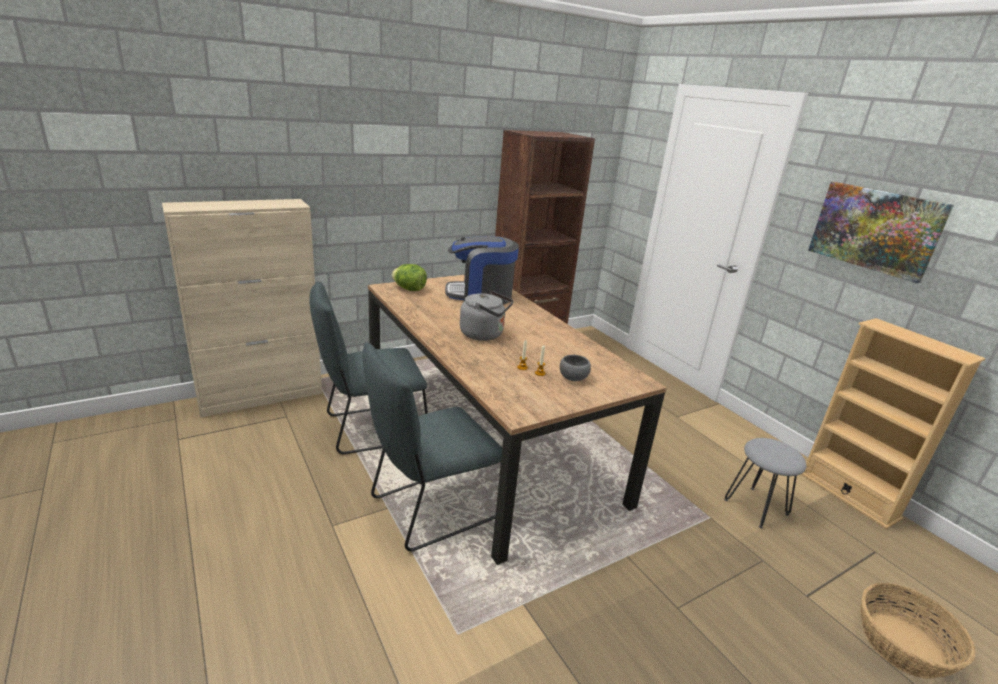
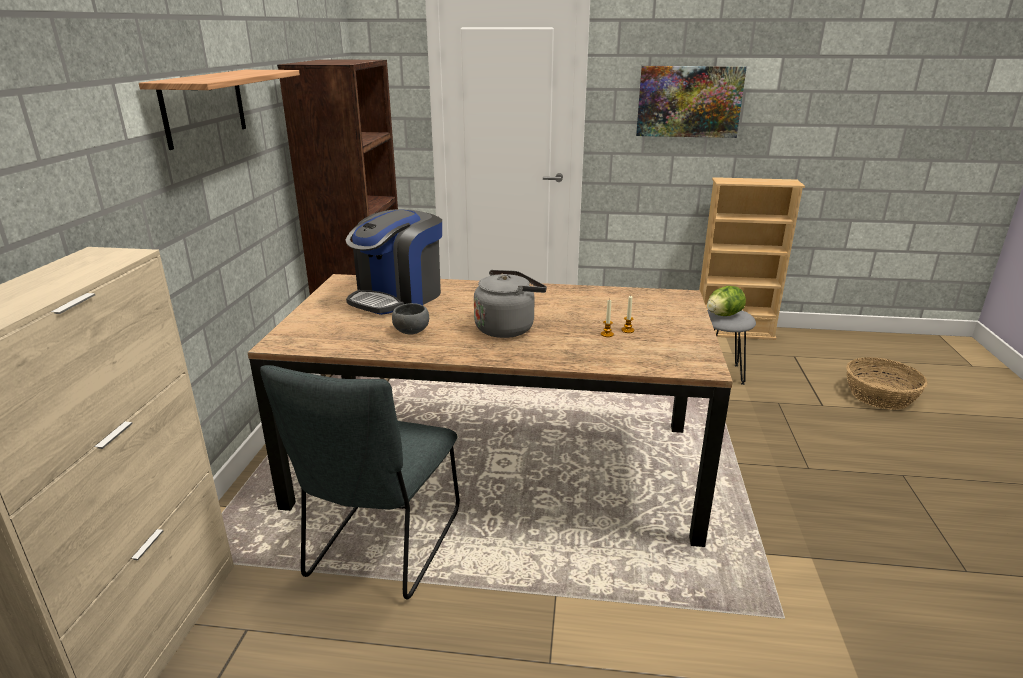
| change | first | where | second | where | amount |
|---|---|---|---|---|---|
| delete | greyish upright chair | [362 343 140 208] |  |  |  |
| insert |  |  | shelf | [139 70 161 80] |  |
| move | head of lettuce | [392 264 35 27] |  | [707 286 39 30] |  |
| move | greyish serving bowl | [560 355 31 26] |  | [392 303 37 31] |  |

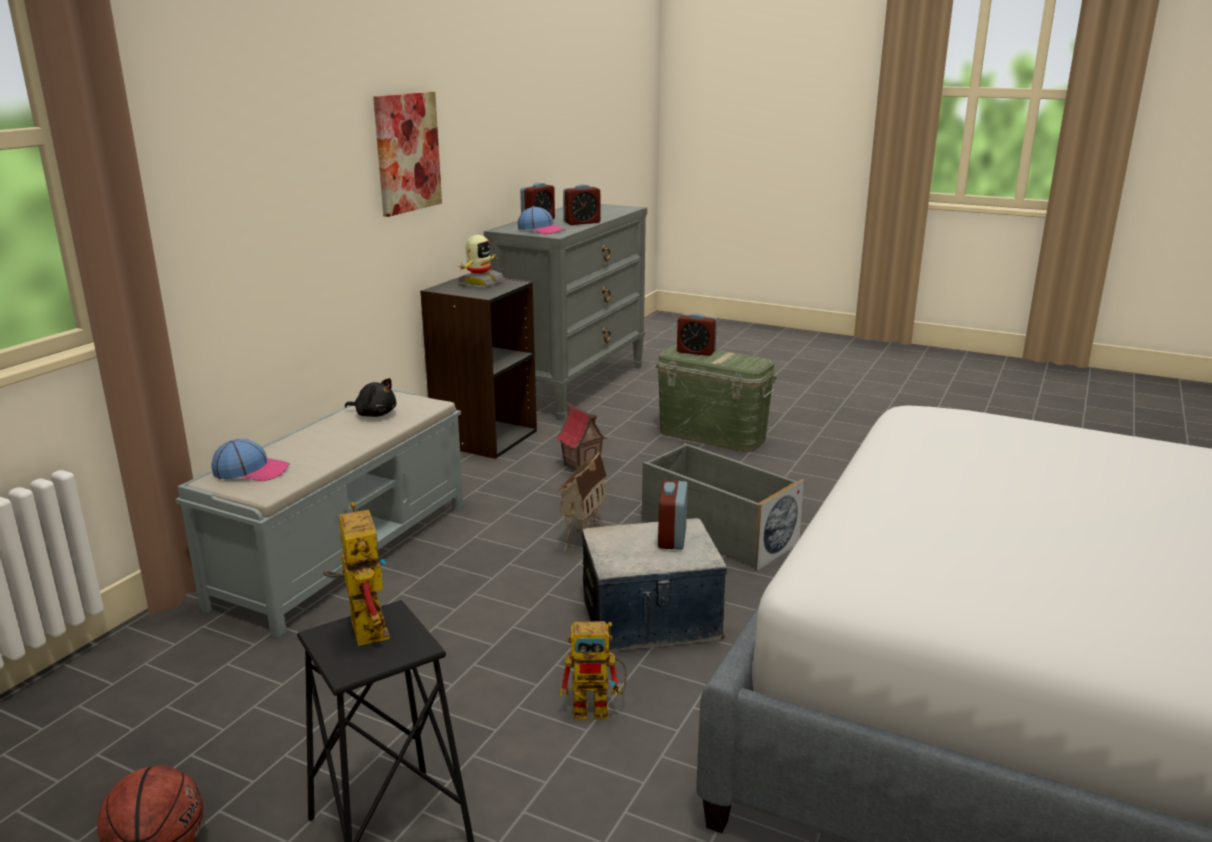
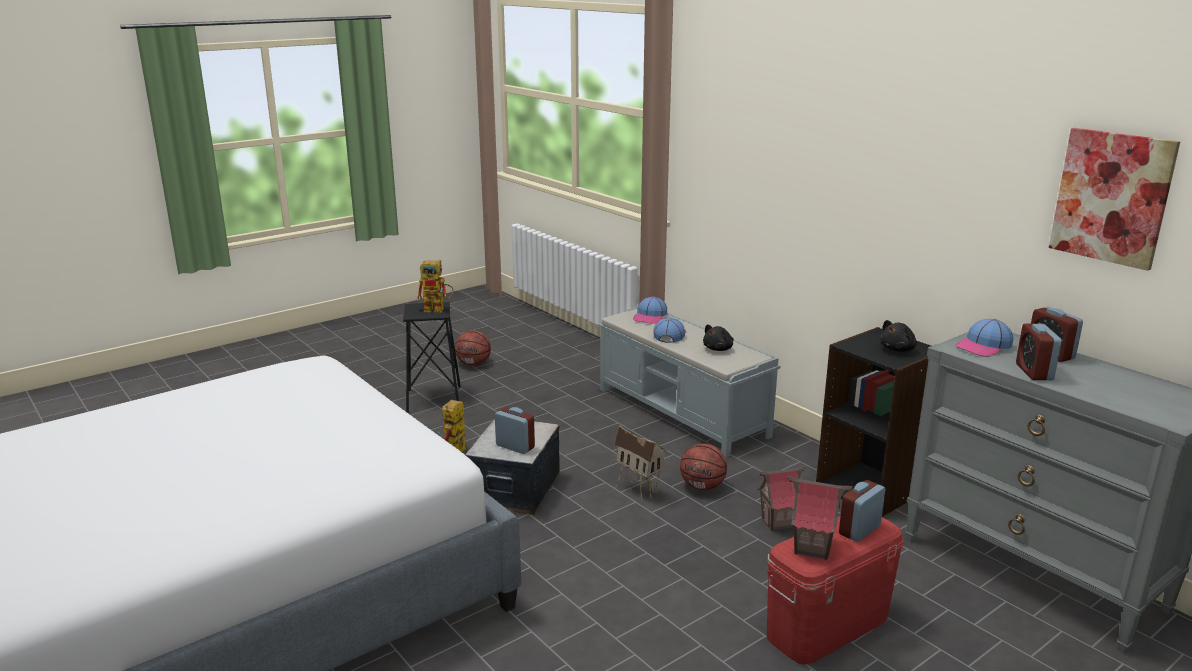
| change | first | where | second | where | amount |
|---|---|---|---|---|---|
| delete | greyish storage box | [642 443 163 128] |  |  |  |
| insert |  |  | cap | [654 317 32 26] |  |
| insert |  |  | basketball | [680 444 47 47] |  |
| insert |  |  | model house | [787 476 65 84] |  |
| move | wall picture | [373 92 69 125] |  | [1049 128 131 143] |  |
| replace | toy robot | [458 235 47 53] | black cuddly toy | [880 320 37 32] |  |
| recolor | greenish storage box | [656 345 121 107] | red storage box | [767 516 137 149] |  |

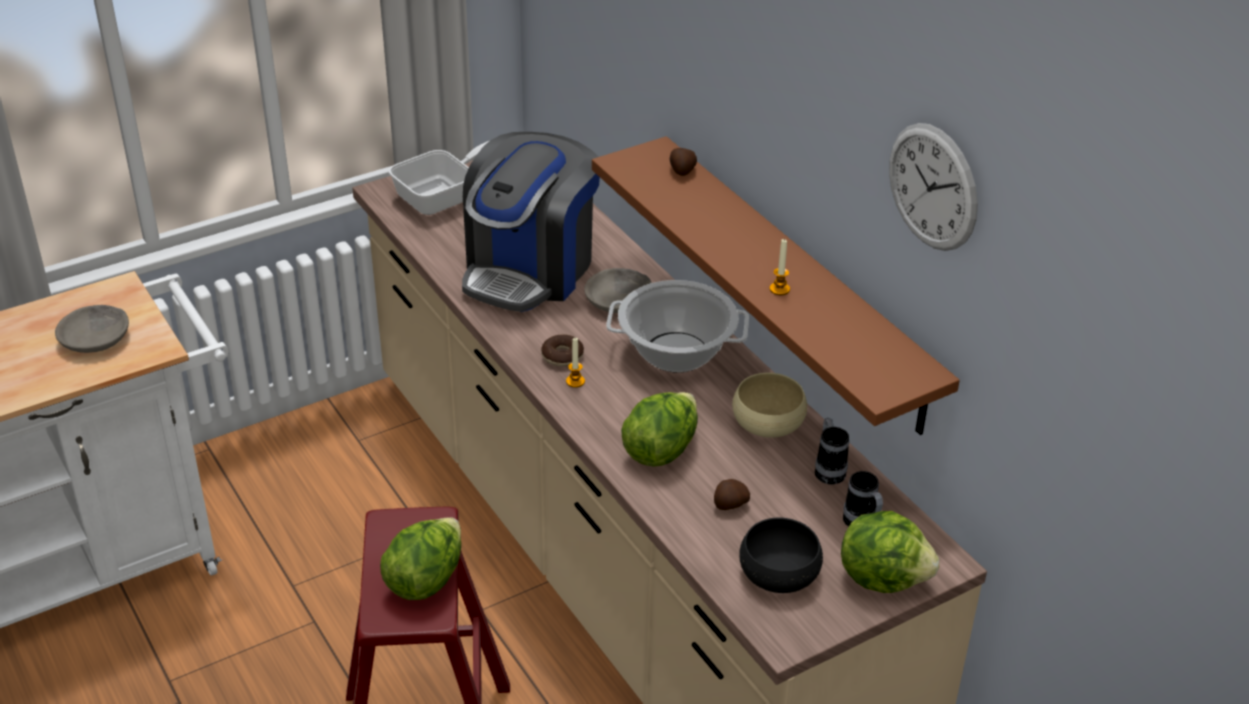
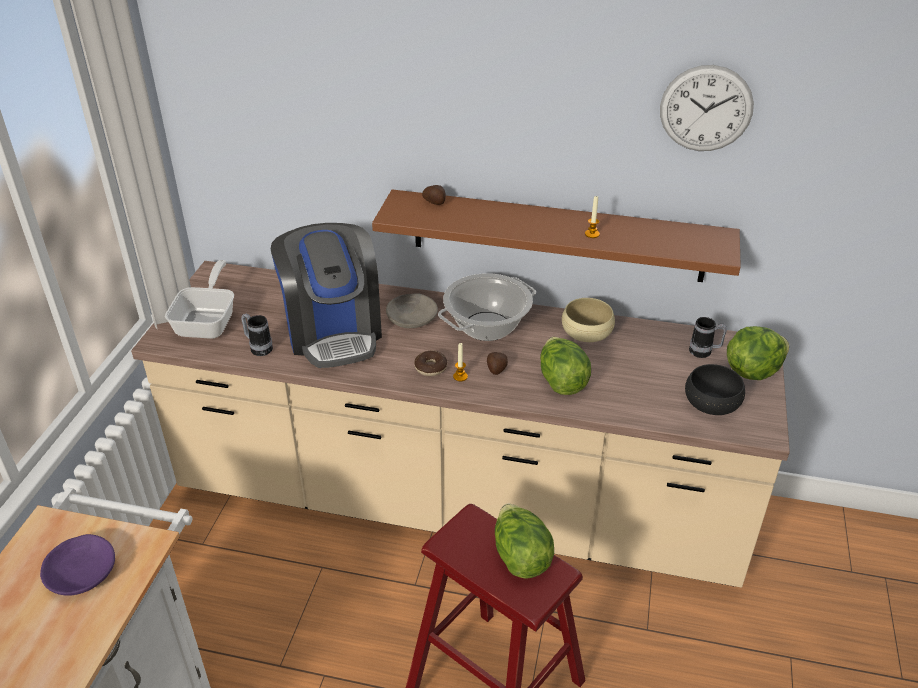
| change | first | where | second | where | amount |
|---|---|---|---|---|---|
| move | spud | [714 479 36 31] |  | [487 352 21 23] |  |
| move | coffee mug | [815 418 34 66] |  | [241 314 32 42] |  |
| recolor | greyish serving bowl | [55 305 74 48] | purplish serving bowl | [40 534 75 62] |  |

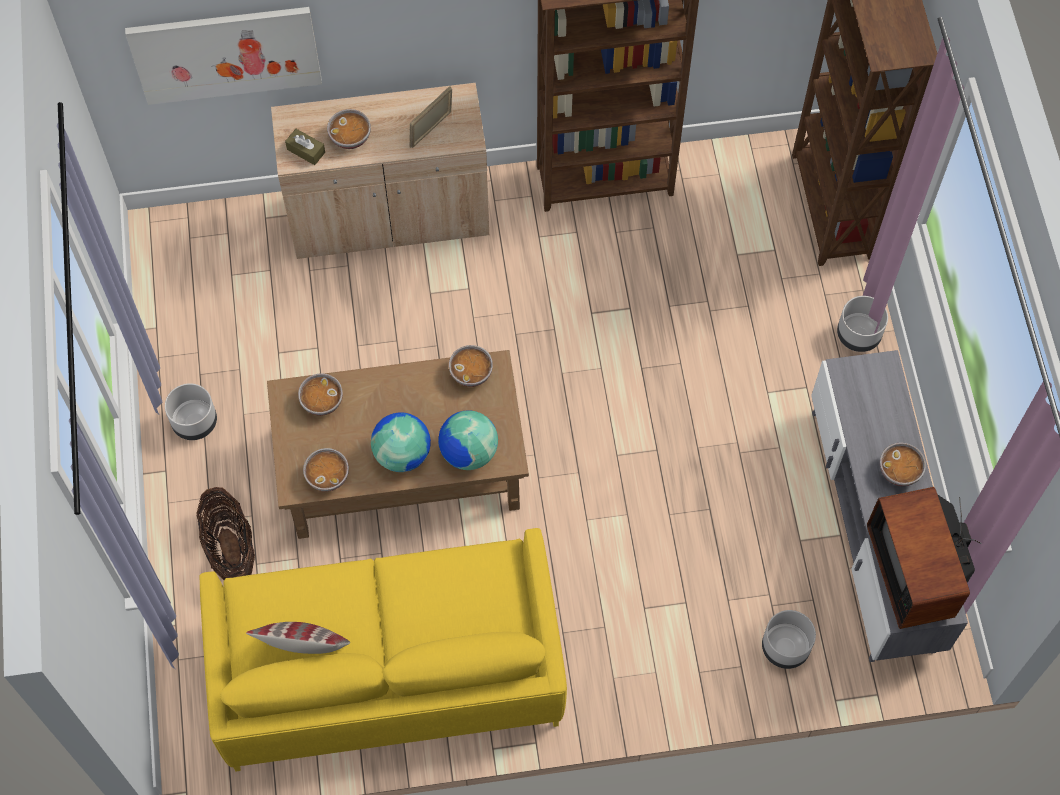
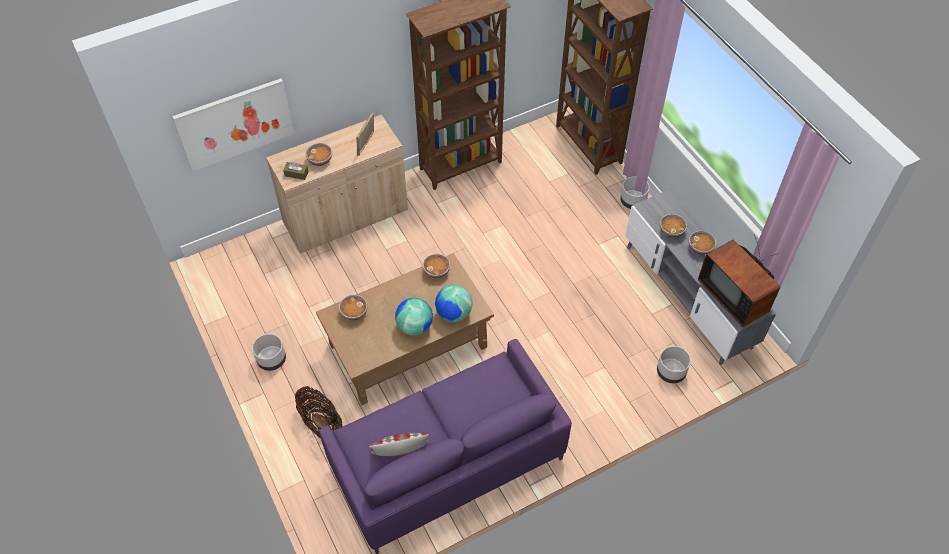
| change | first | where | second | where | amount |
|---|---|---|---|---|---|
| move | serving bowl | [303 448 46 44] |  | [660 214 27 24] |  |
| recolor | yellowish settee | [199 528 368 243] | purplish settee | [319 339 253 215] |  |

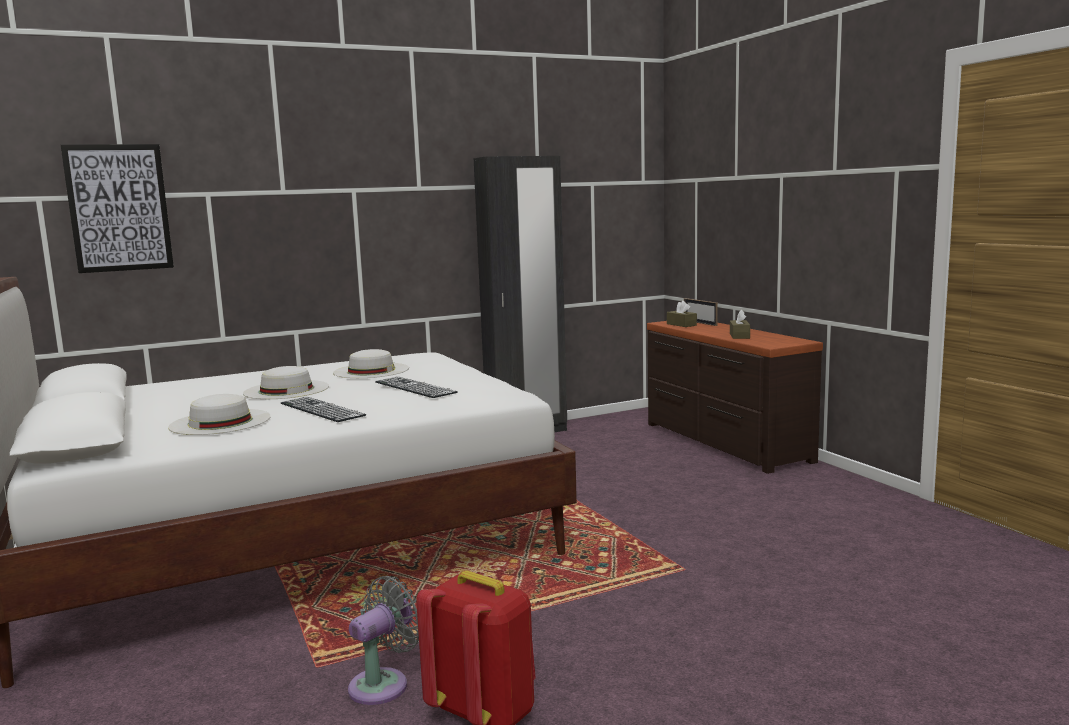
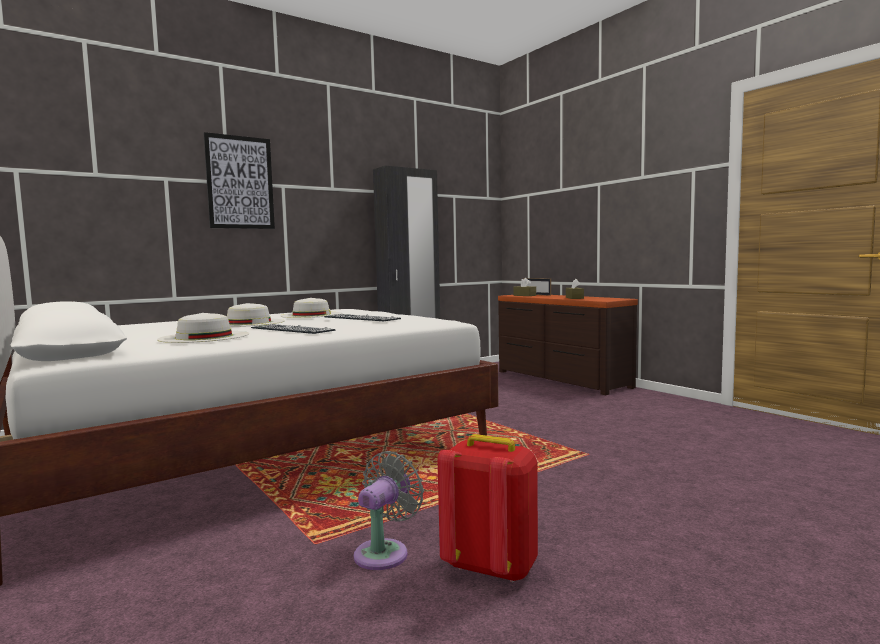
| change | first | where | second | where | amount |
|---|---|---|---|---|---|
| move | wall picture | [61 144 113 129] |  | [203 132 72 97] |  |

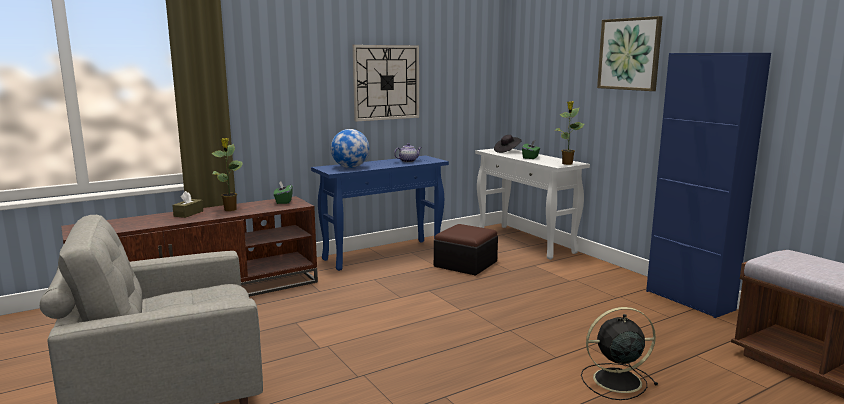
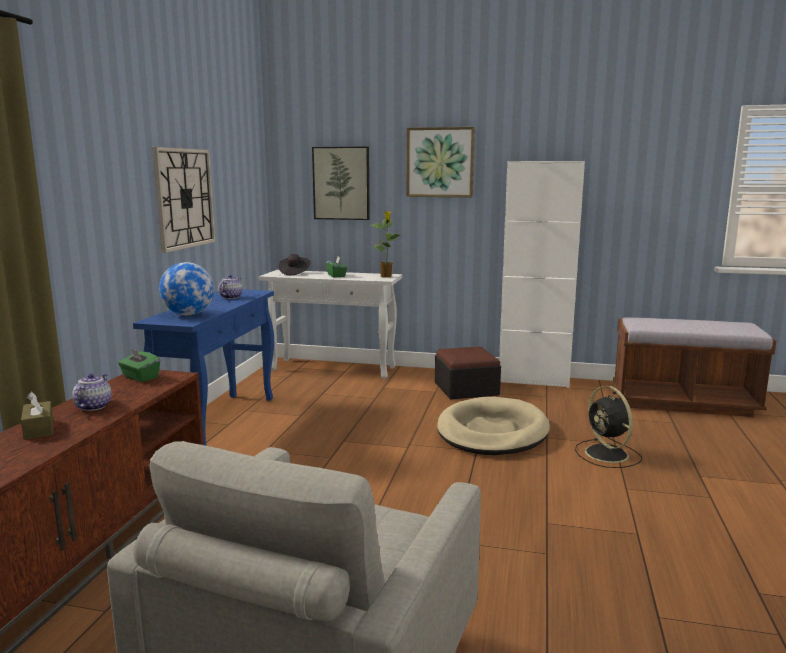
| change | first | where | second | where | amount |
|---|---|---|---|---|---|
| insert |  |  | wall picture | [312 147 58 73] |  |
| insert |  |  | beige dog cushion | [437 397 113 58] |  |
| move | footrest | [434 224 64 52] |  | [435 347 66 52] |  |
| replace | plant in a pot | [212 138 31 73] | pot for tea | [72 373 40 38] |  |
| recolor | bluish cupboard | [646 53 125 265] | white-coloured cupboard | [499 161 86 227] |  |
| rotate | black cooling fan | [581 307 77 93] |  | [575 386 67 82] | 60 degrees counterclockwise |

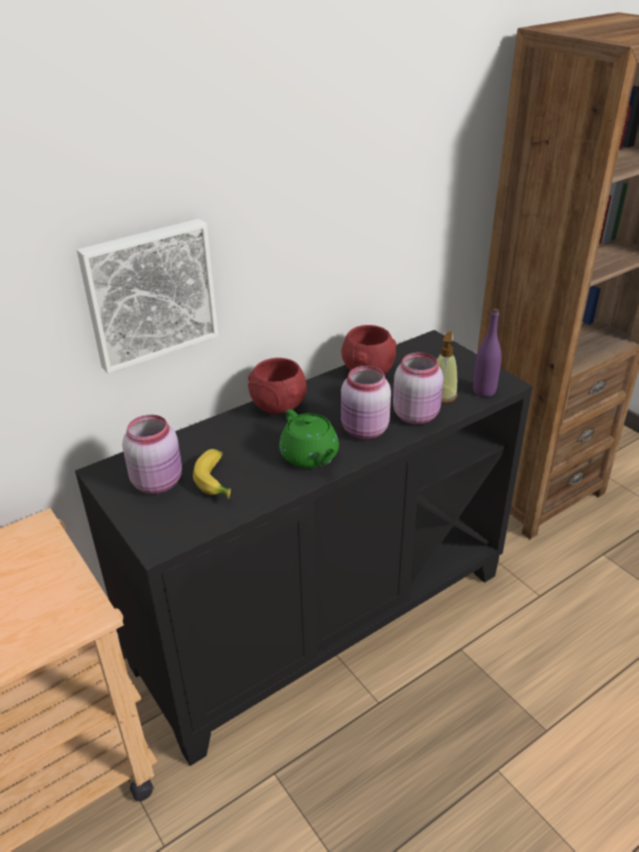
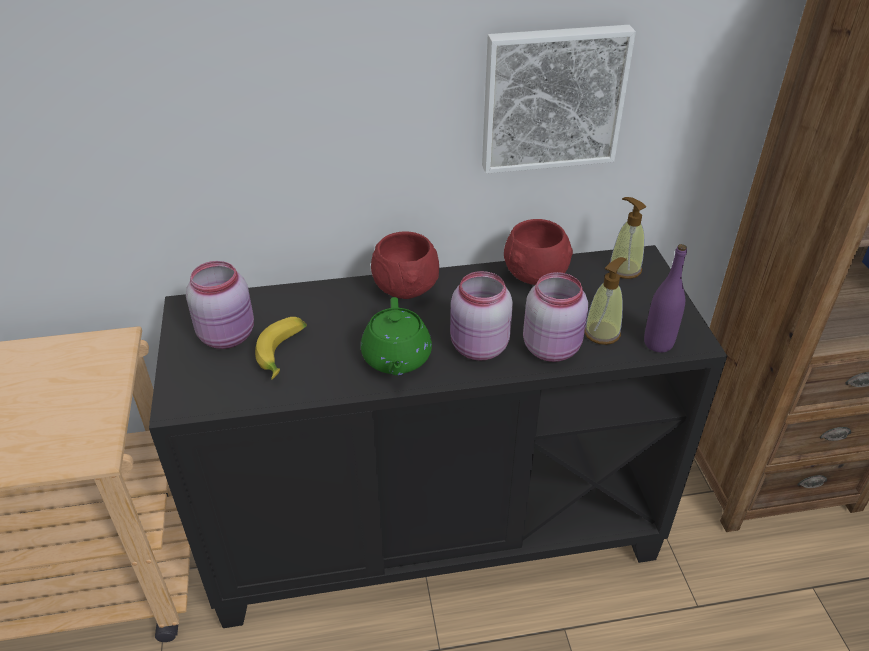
| change | first | where | second | where | amount |
|---|---|---|---|---|---|
| insert |  |  | liquid soap bottle | [610 197 36 82] |  |
| move | wall picture | [77 219 141 155] |  | [482 25 154 149] |  |

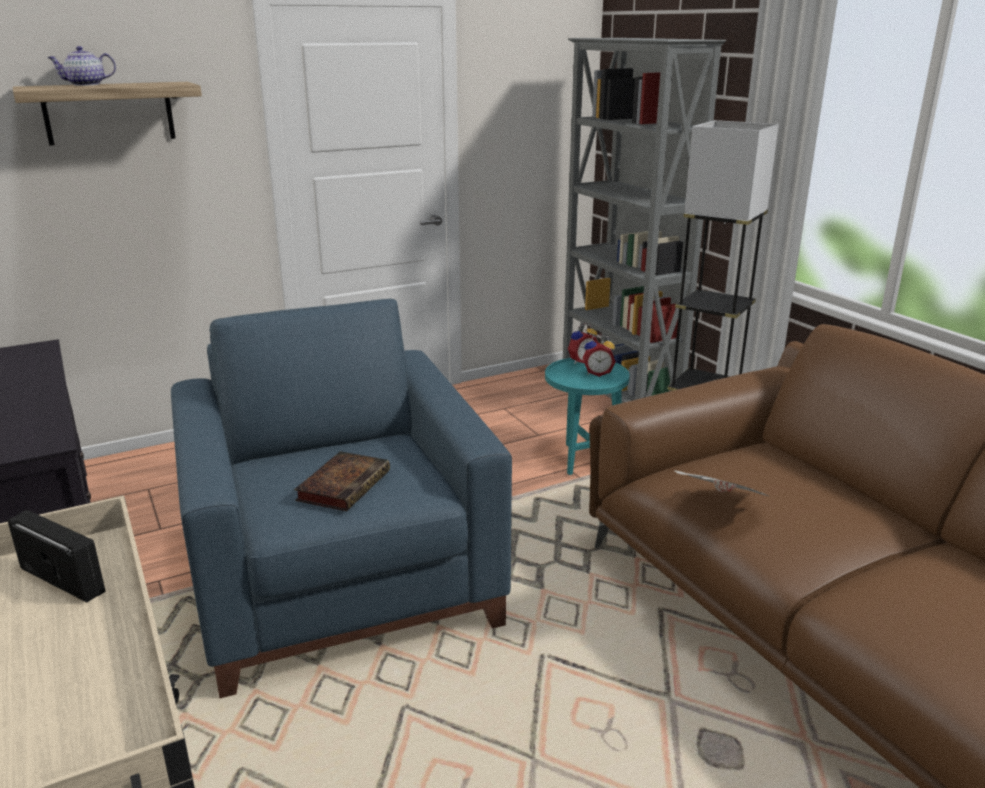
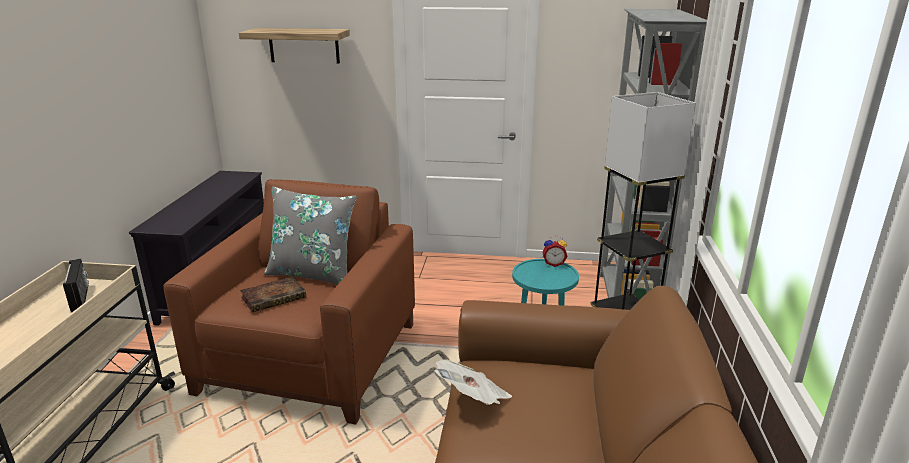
| change | first | where | second | where | amount |
|---|---|---|---|---|---|
| delete | pot for tea | [47 46 69 40] |  |  |  |
| delete | bedside clock | [583 335 33 42] |  |  |  |
| insert |  |  | greyish pillow | [264 187 93 98] |  |
| recolor | bluish armchair | [171 299 341 399] | brown armchair | [163 179 252 246] |  |

